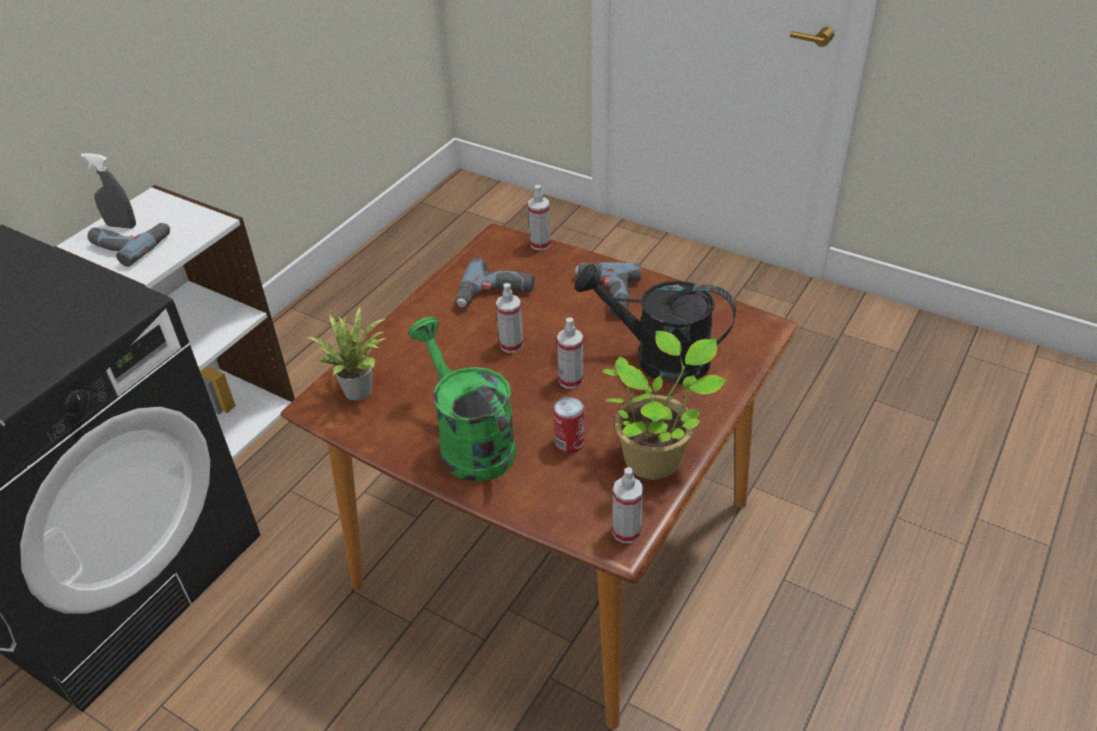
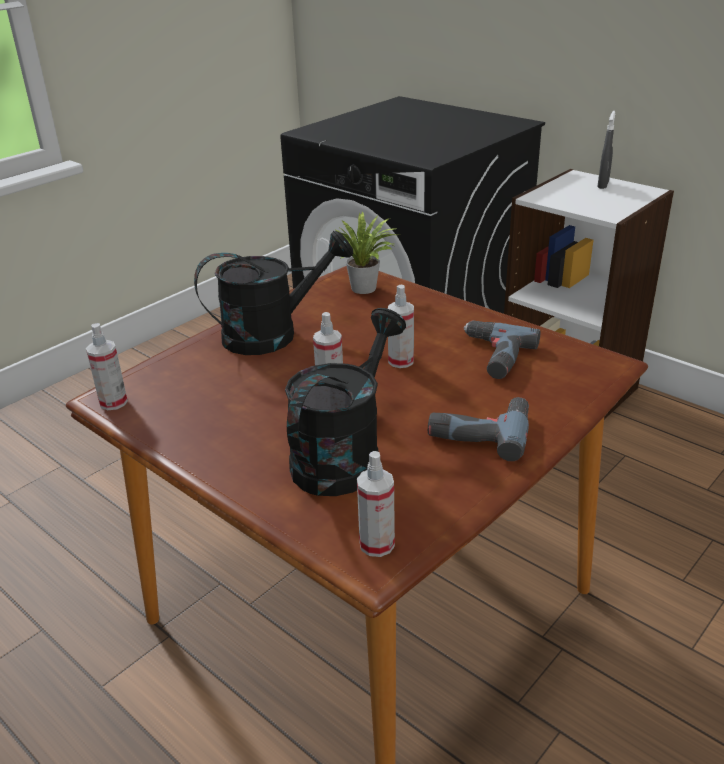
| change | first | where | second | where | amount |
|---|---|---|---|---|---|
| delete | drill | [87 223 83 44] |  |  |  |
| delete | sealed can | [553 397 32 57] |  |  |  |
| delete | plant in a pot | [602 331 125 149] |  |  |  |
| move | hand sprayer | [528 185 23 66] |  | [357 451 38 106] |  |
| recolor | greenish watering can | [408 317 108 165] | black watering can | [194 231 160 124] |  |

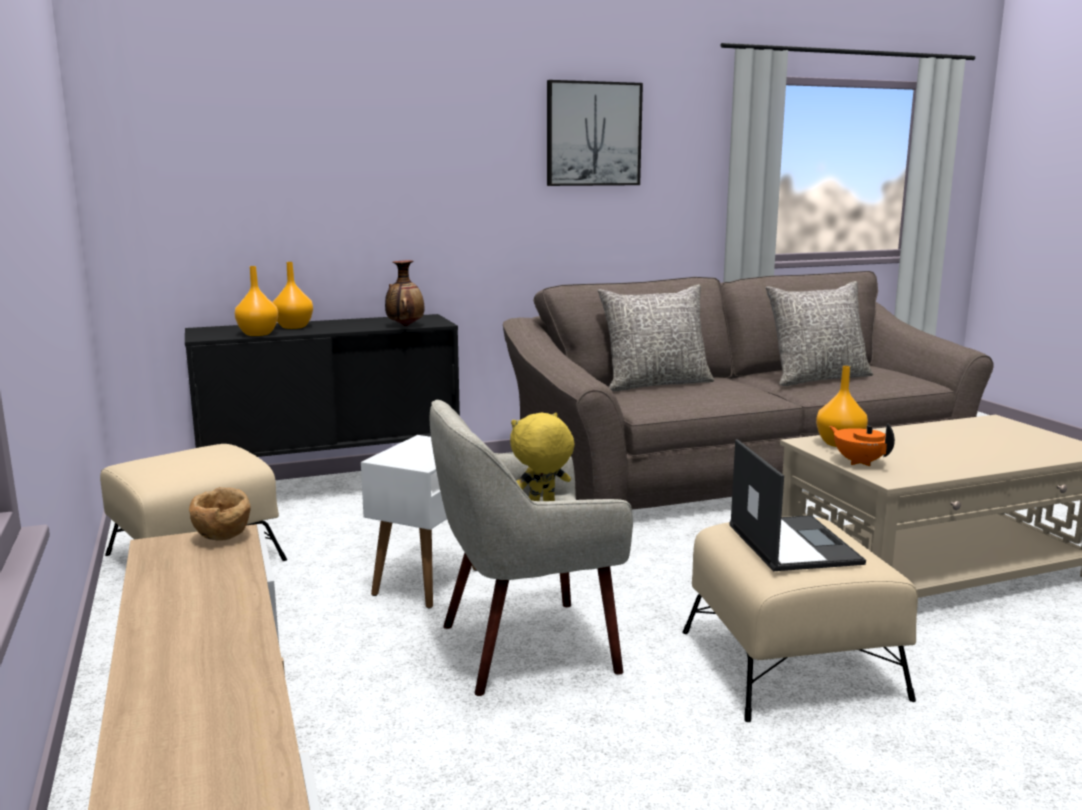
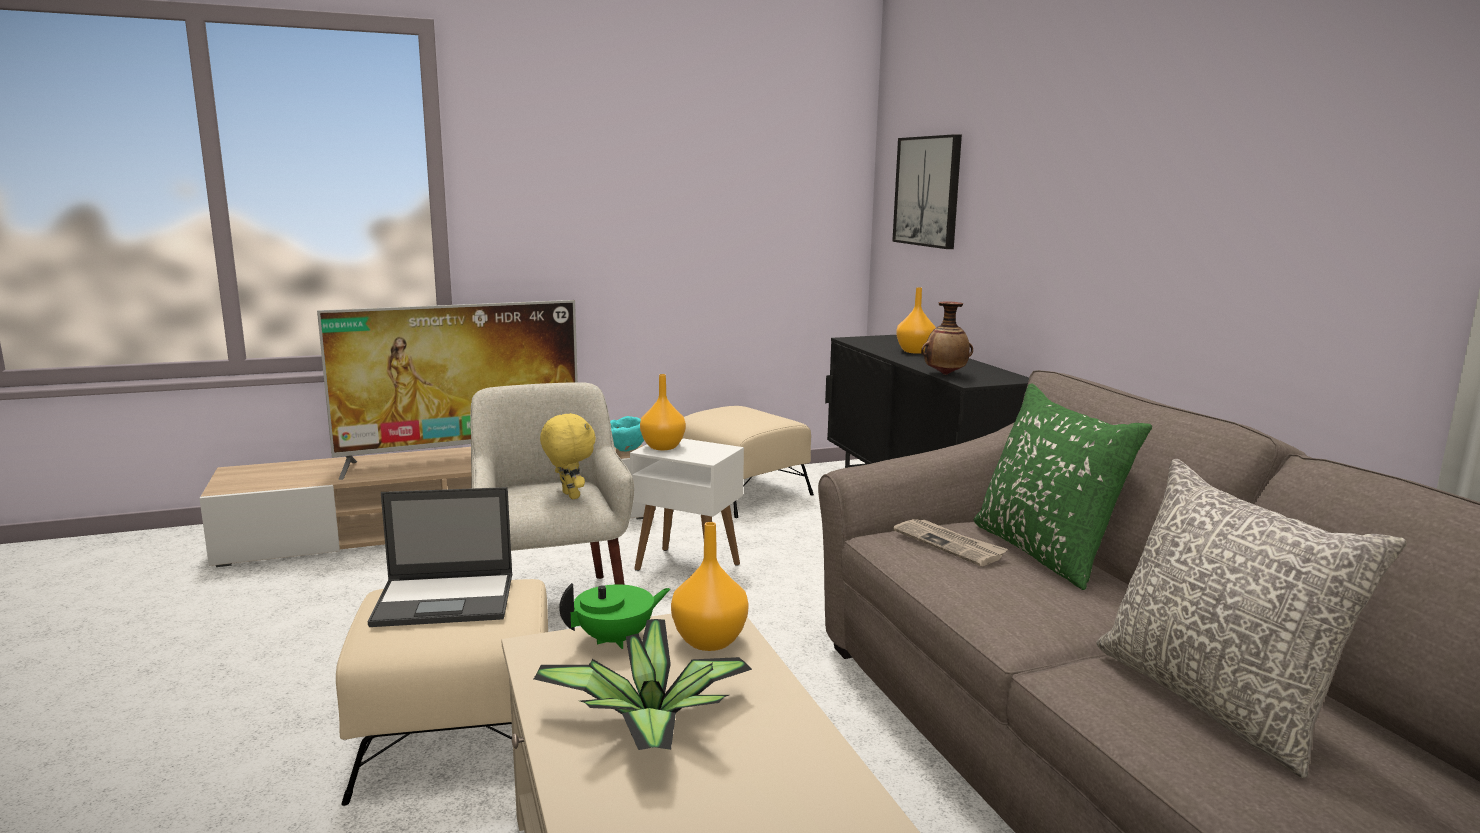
| change | first | where | second | where | amount |
|---|---|---|---|---|---|
| insert |  |  | TV | [317 300 261 180] |  |
| insert |  |  | plant in a pot | [534 619 218 131] |  |
| insert |  |  | newspaper | [893 519 115 47] |  |
| move | orange decorative vase | [235 266 43 70] |  | [640 374 46 76] |  |
| move | wall picture | [547 80 96 106] |  | [892 134 70 115] |  |
| recolor | brown serving bowl | [189 487 62 54] | blue-green serving bowl | [610 416 34 36] |  |
| recolor | greyish pillow | [598 284 116 107] | greenish pillow | [974 383 178 207] |  |
| recolor | orange pot for tea | [830 424 65 42] | greenish pot for tea | [559 583 111 66] |  |

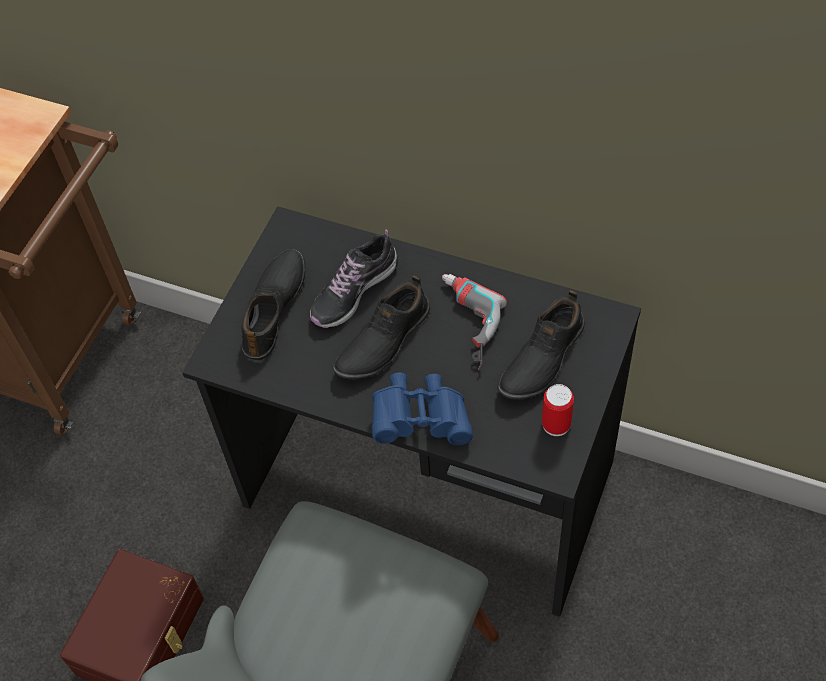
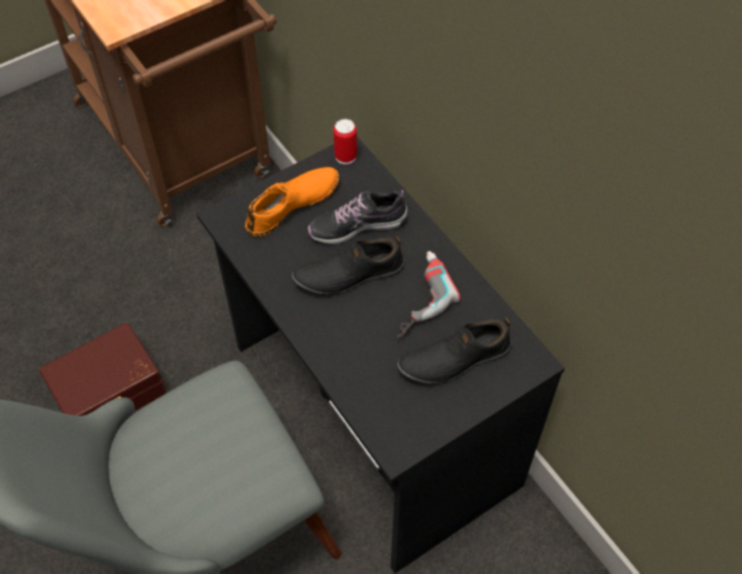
| change | first | where | second | where | amount |
|---|---|---|---|---|---|
| delete | bluish pair of binoculars | [372 372 101 73] |  |  |  |
| move | sealed can | [542 384 32 52] |  | [333 119 24 45] |  |
| recolor | black item of footwear | [241 249 65 111] | orange item of footwear | [245 167 94 70] |  |

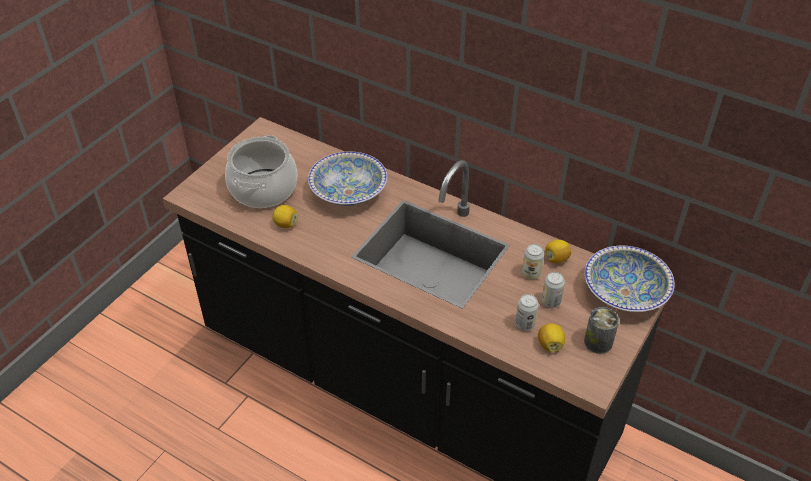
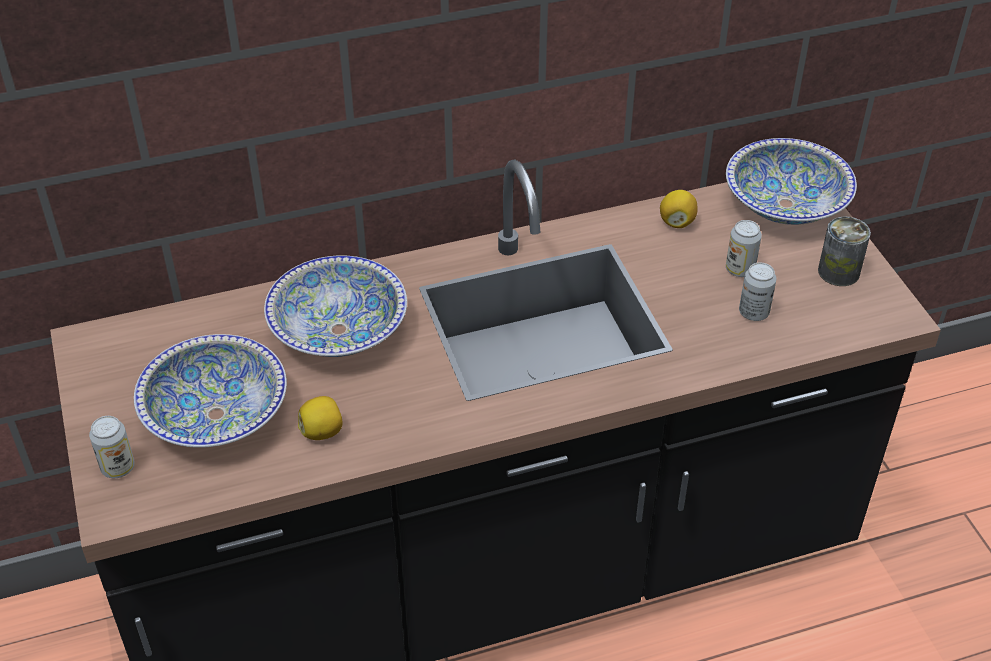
| change | first | where | second | where | amount |
|---|---|---|---|---|---|
| delete | whole lemon | [538 323 27 29] |  |  |  |
| move | sealed can | [522 244 22 35] |  | [89 416 46 62] |  |
| replace | stockpot | [225 135 72 73] | serving bowl | [134 334 153 114] |  |

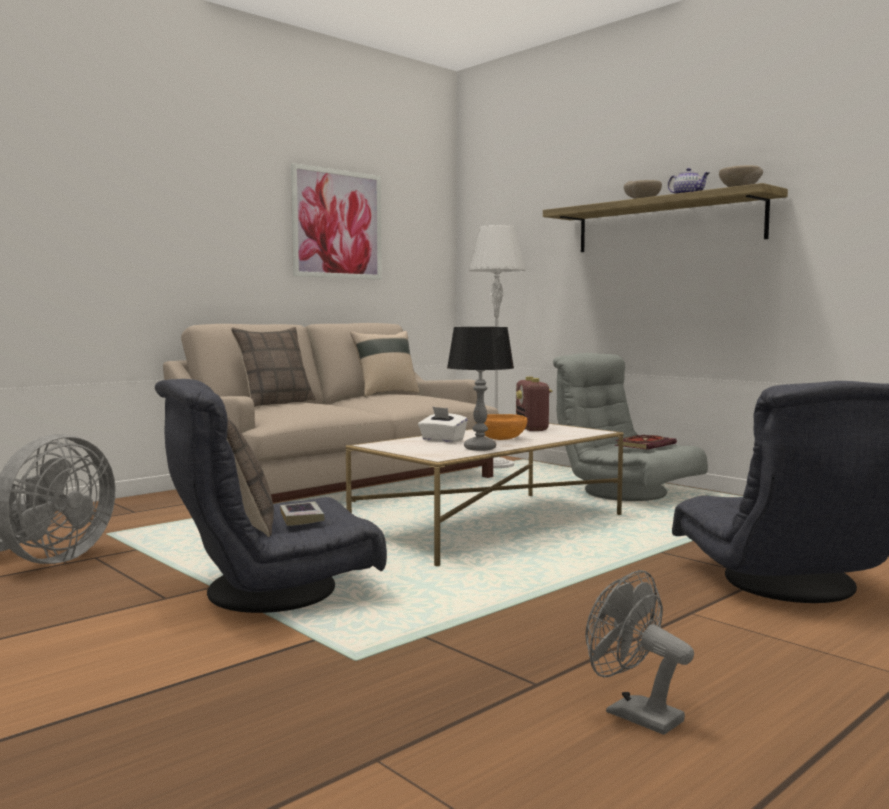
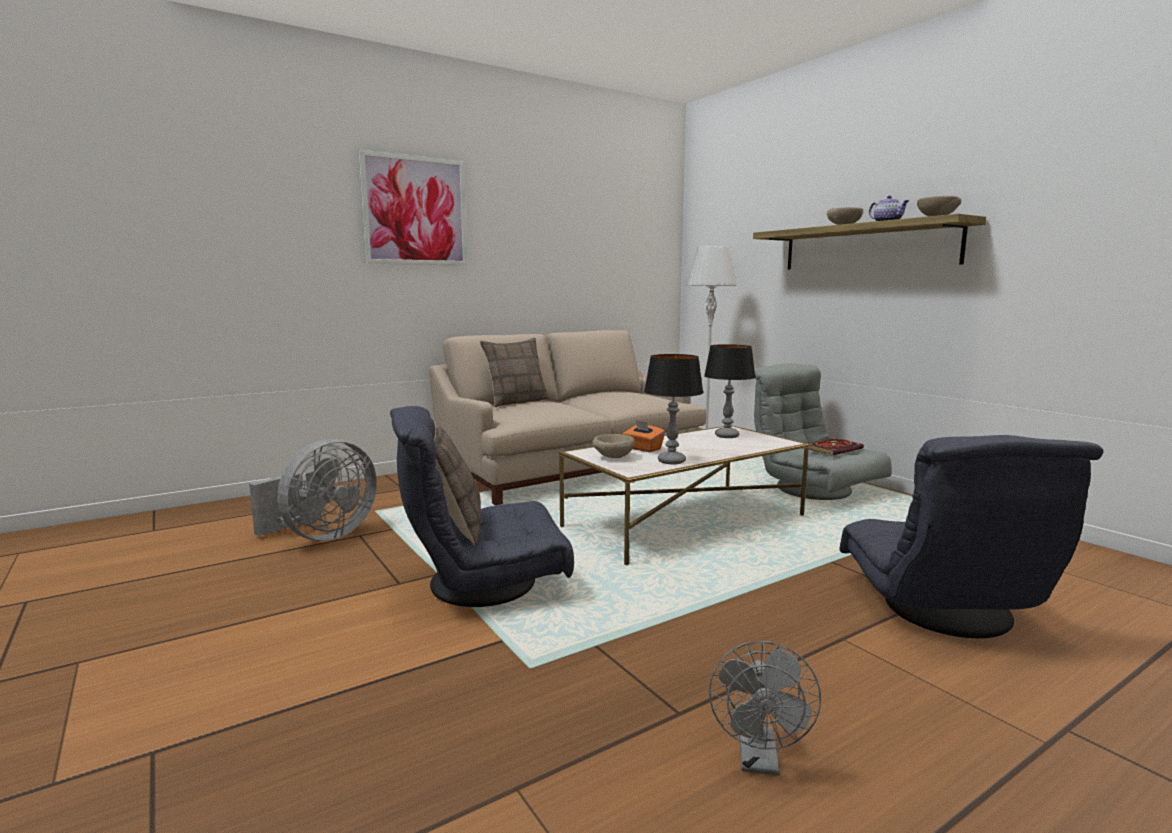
| change | first | where | second | where | amount |
|---|---|---|---|---|---|
| delete | bound book | [280 502 45 24] |  |  |  |
| delete | beige pillow | [350 331 69 66] |  |  |  |
| delete | orange serving bowl | [484 414 44 26] |  |  |  |
| insert |  |  | beige serving bowl | [593 434 42 24] |  |
| move | wall picture | [291 163 91 117] |  | [359 150 109 116] |  |
| replace | radio | [516 376 37 55] | table lamp | [704 344 51 94] |  |
| recolor | white-coloured tissue box | [418 407 50 36] | orange tissue box | [623 420 42 32] |  |
| rotate | greyish cooling fan | [585 570 109 165] |  | [709 641 112 135] | 135 degrees counterclockwise |

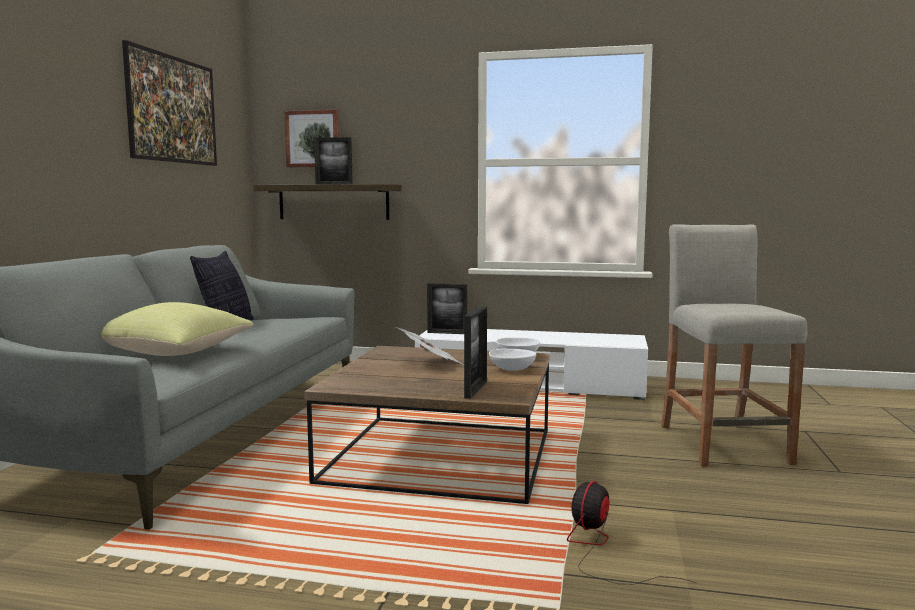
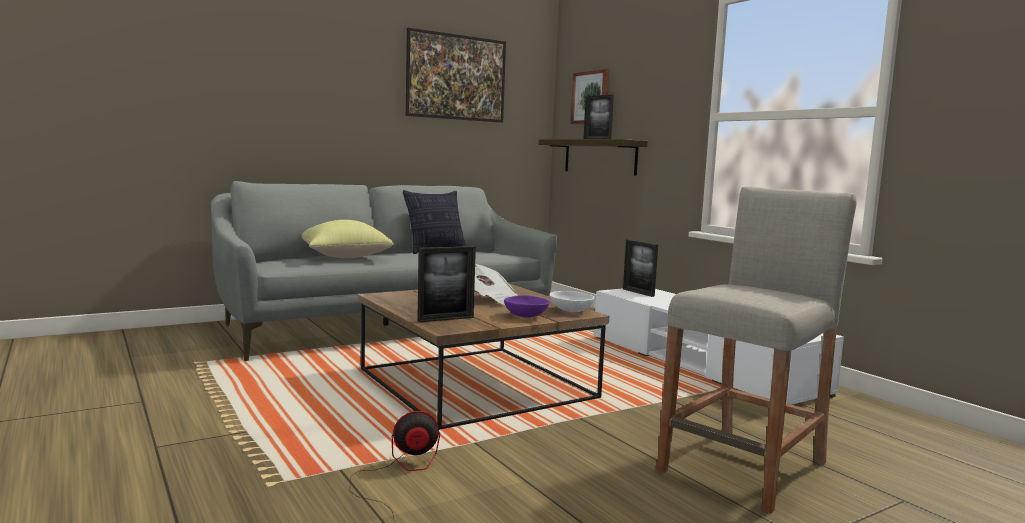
| change | first | where | second | where | amount |
|---|---|---|---|---|---|
| recolor | white-coloured serving bowl | [489 349 47 22] | purplish serving bowl | [504 295 46 22] |  |

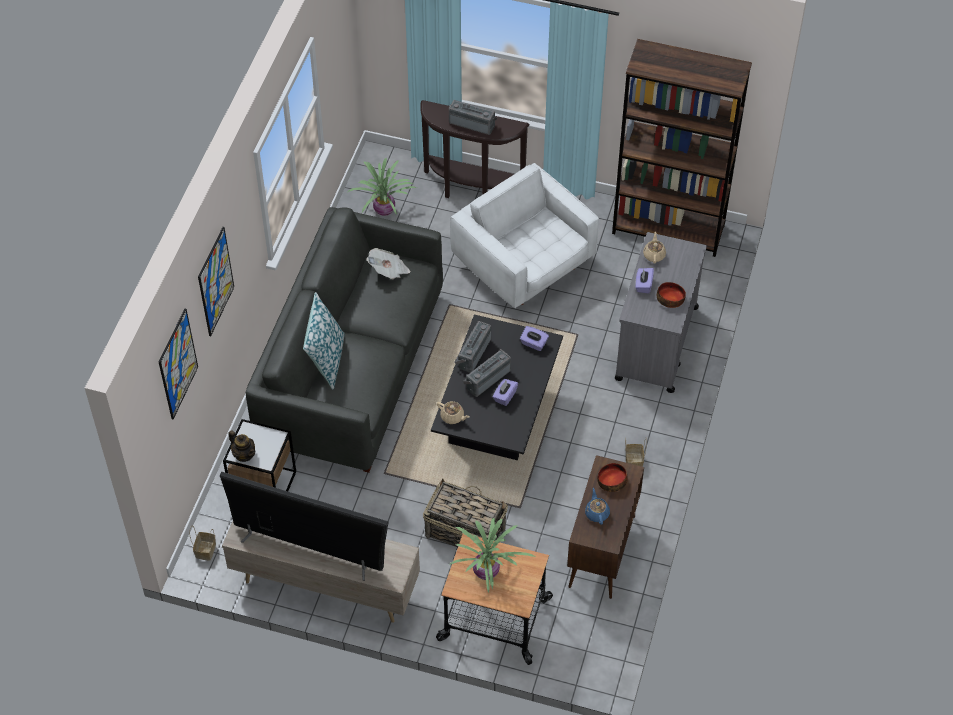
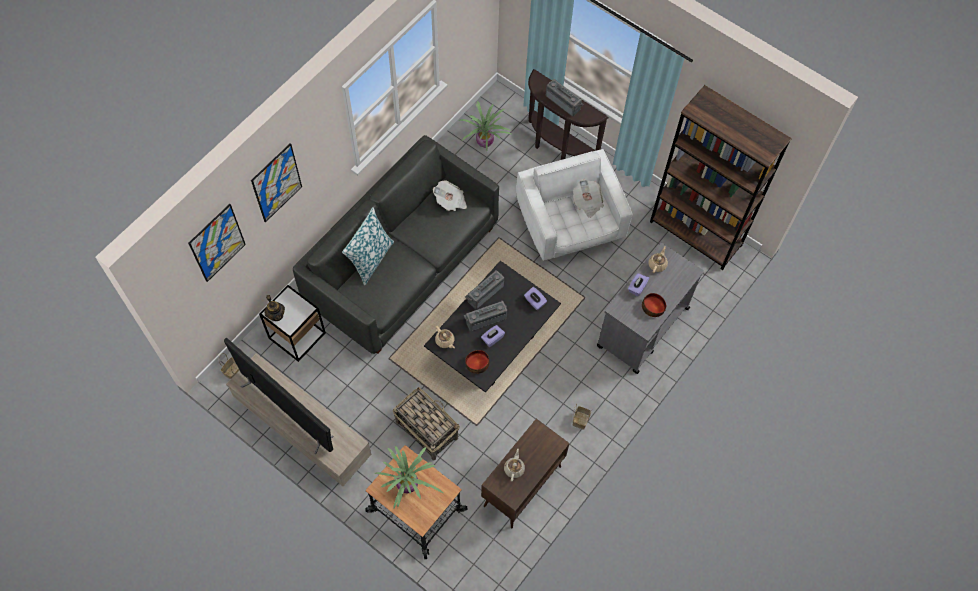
| change | first | where | second | where | amount |
|---|---|---|---|---|---|
| insert |  |  | newspaper | [573 179 31 39] |  |
| move | serving bowl | [598 463 30 29] |  | [465 350 25 24] |  |
| recolor | bluish pot for tea | [585 488 25 37] | beige pot for tea | [504 449 21 33] |  |

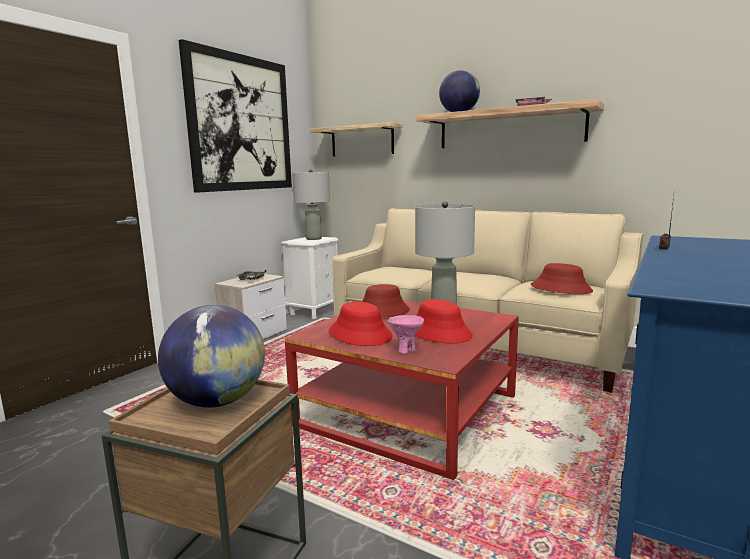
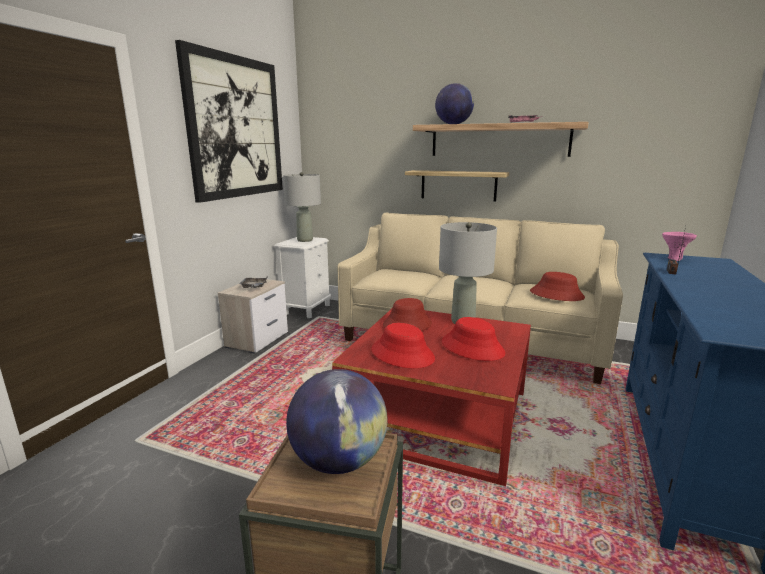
| change | first | where | second | where | amount |
|---|---|---|---|---|---|
| move | shelf | [310 122 93 34] |  | [405 170 104 32] |  |
| move | pink-coloured serving bowl | [388 315 36 39] |  | [662 232 35 29] |  |

